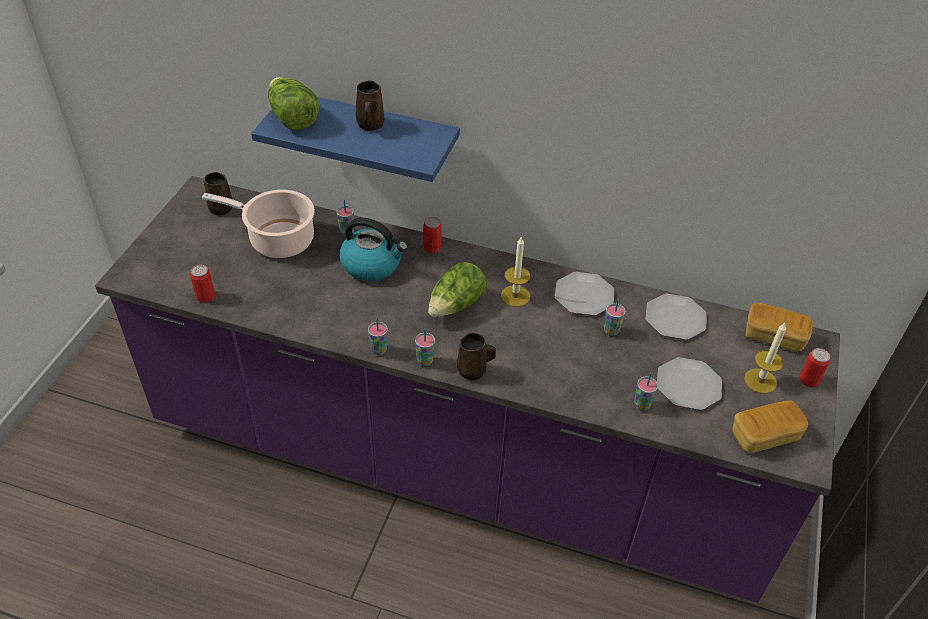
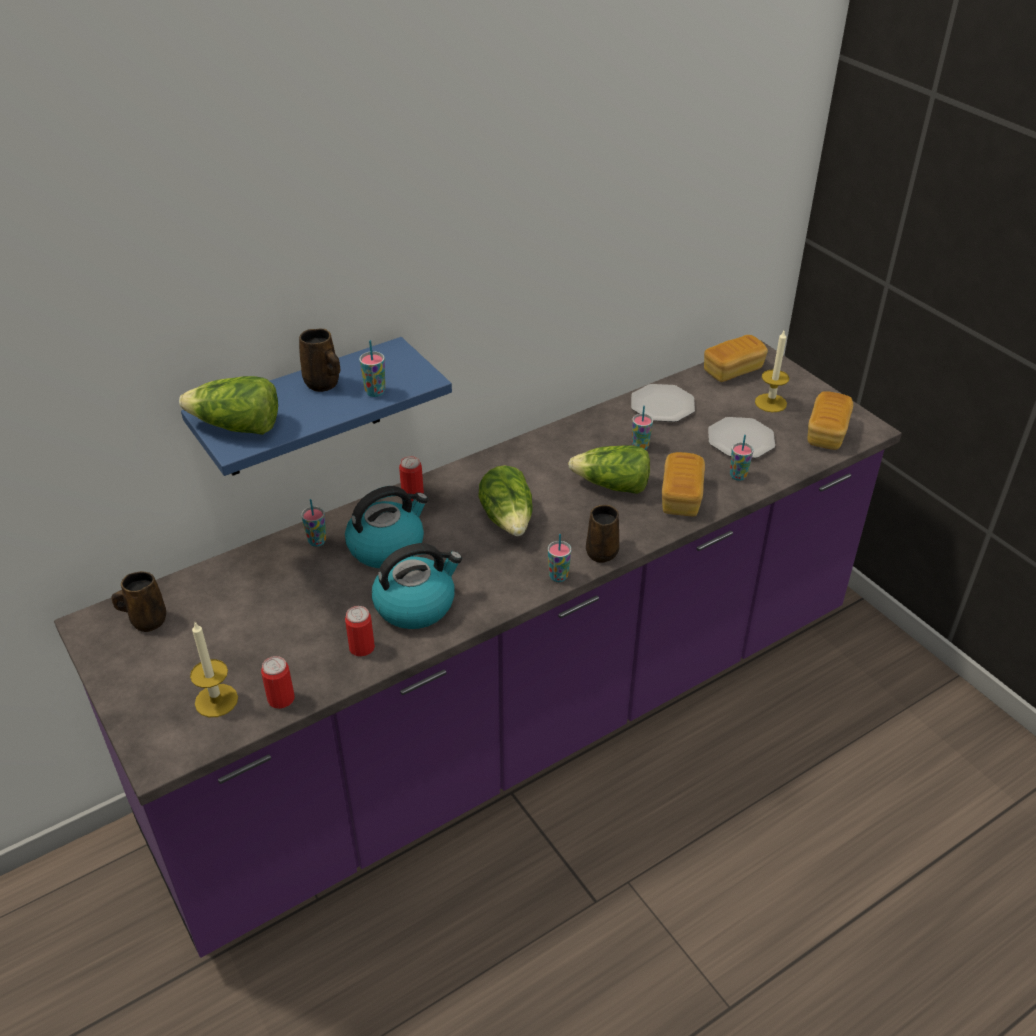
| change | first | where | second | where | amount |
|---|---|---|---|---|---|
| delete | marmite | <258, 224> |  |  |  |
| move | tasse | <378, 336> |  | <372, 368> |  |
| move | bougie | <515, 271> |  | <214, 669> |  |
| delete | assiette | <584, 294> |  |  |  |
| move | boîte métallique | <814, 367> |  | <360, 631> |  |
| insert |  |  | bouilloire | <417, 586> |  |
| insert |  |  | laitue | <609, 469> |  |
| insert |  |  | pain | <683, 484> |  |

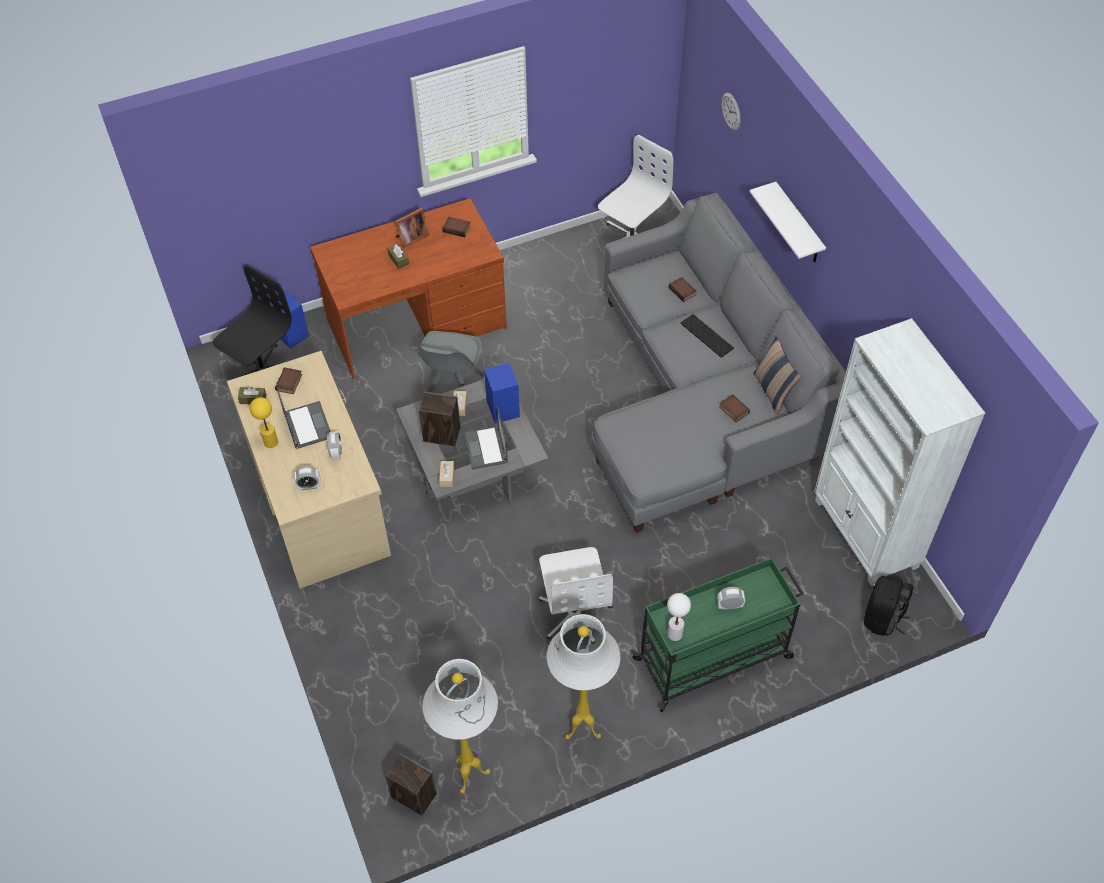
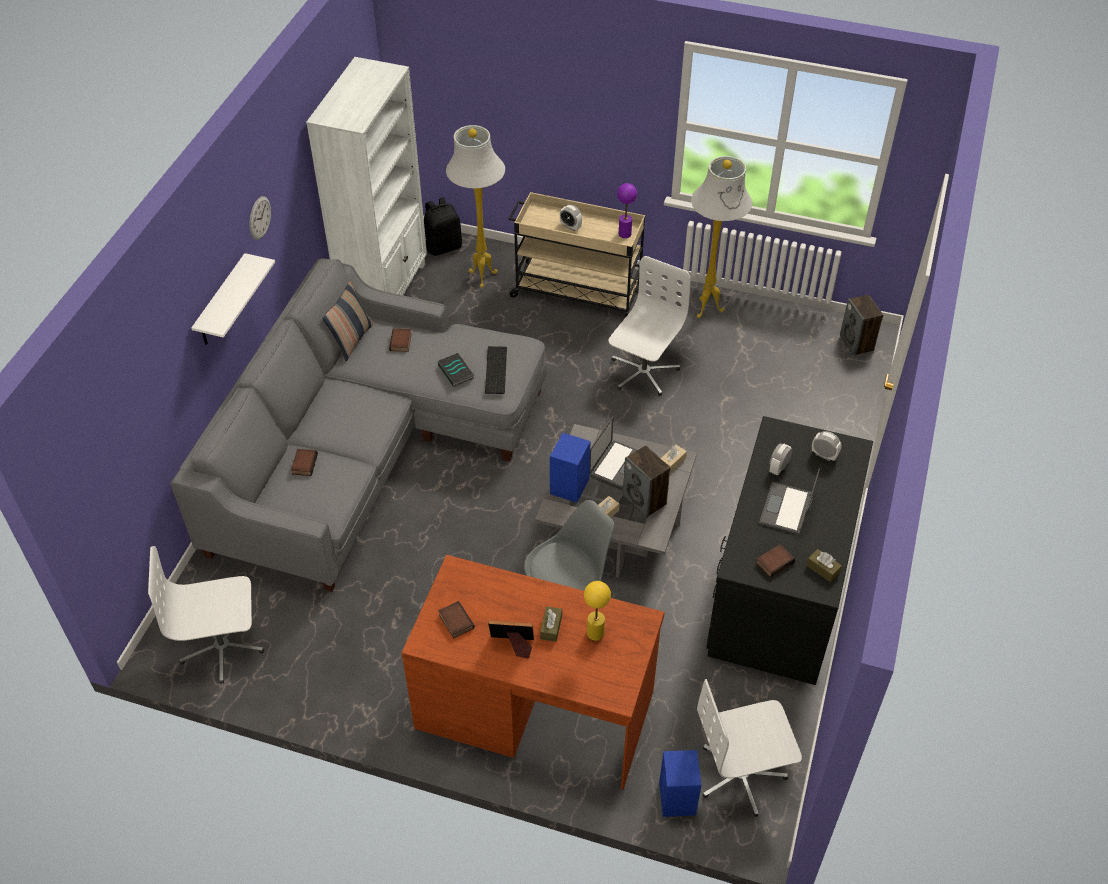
| change | first | where | second | where | amount |
|---|---|---|---|---|---|
| recolor | chaise de bureau/noir | <252, 320> | chaise de bureau/blanc | <749, 748> |  |
| recolor | bureau/beige | <309, 470> | bureau/noir | <789, 550> |  |
| move | lampe de table/jaune | <263, 422> |  | <597, 611> |  |
| move | lampadaire/blanc | <460, 726> |  | <475, 206> |  |
| recolor | chariot/vert | <717, 634> | chariot/beige | <578, 254> |  |
| recolor | lampe de table/blanc | <679, 617> | lampe de table/violet | <627, 210> |  |
| move | clavier | <707, 336> |  | <496, 370> |  |
| move | horloge murale | <731, 111> |  | <260, 218> |  |
| insert |  |  | livre | <456, 370> |  |

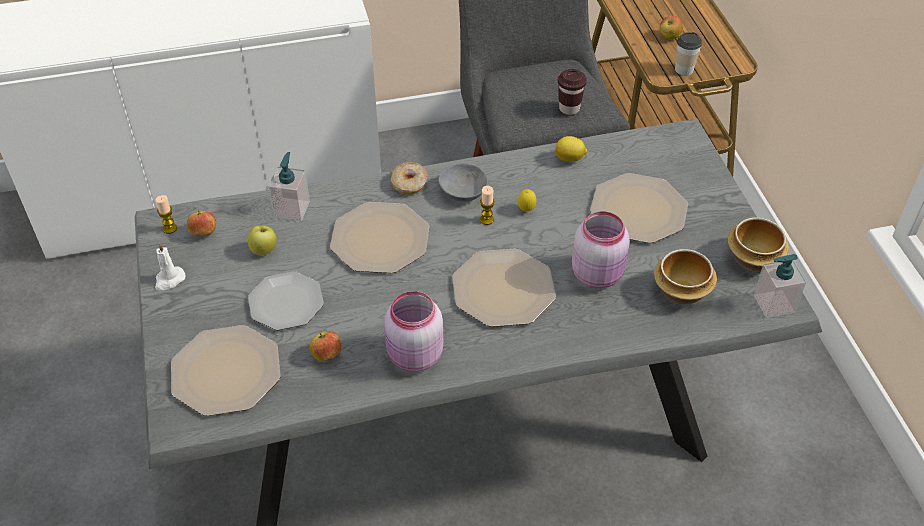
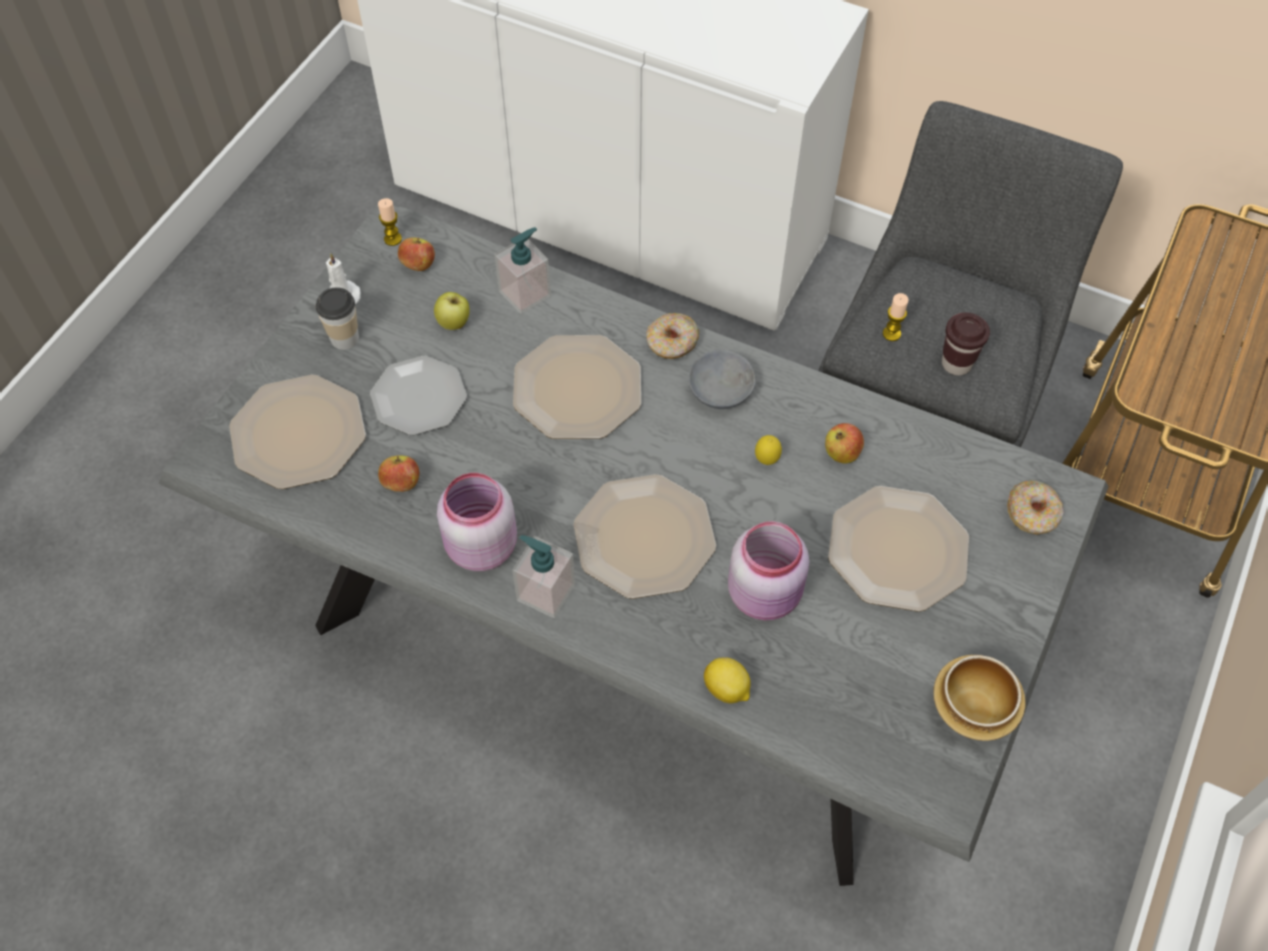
| change | first | where | second | where | amount |
|---|---|---|---|---|---|
| move | bougie | <487, 205> |  | <895, 317> |  |
| move | citron | <571, 149> |  | <727, 680> |  |
| delete | bol | <685, 277> |  |  |  |
| move | pomme | <671, 27> |  | <844, 443> |  |
| move | tasse | <688, 54> |  | <337, 318> |  |
| move | distributeur de savon | <780, 286> |  | <543, 576> |  |
| insert |  |  | beignet | <1035, 507> |  |

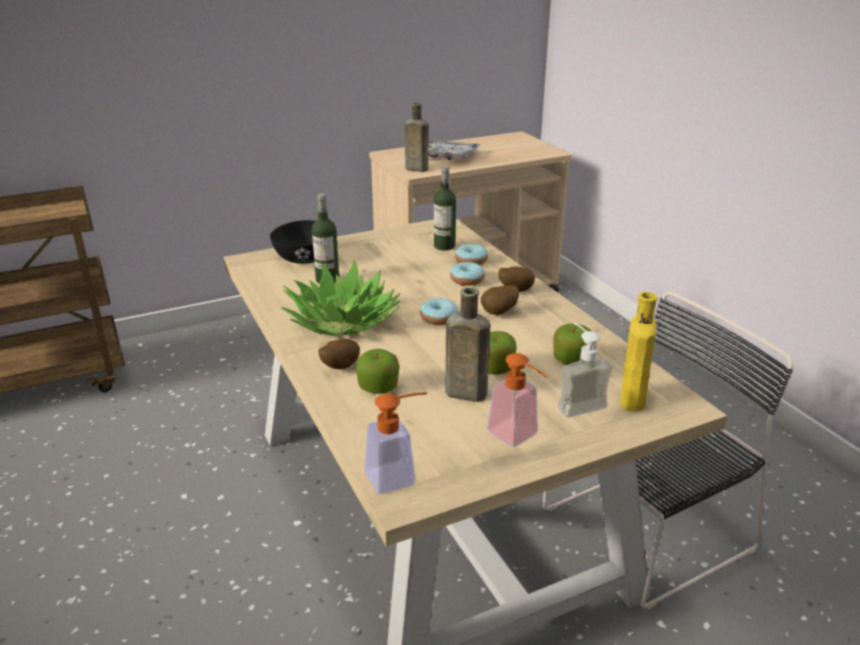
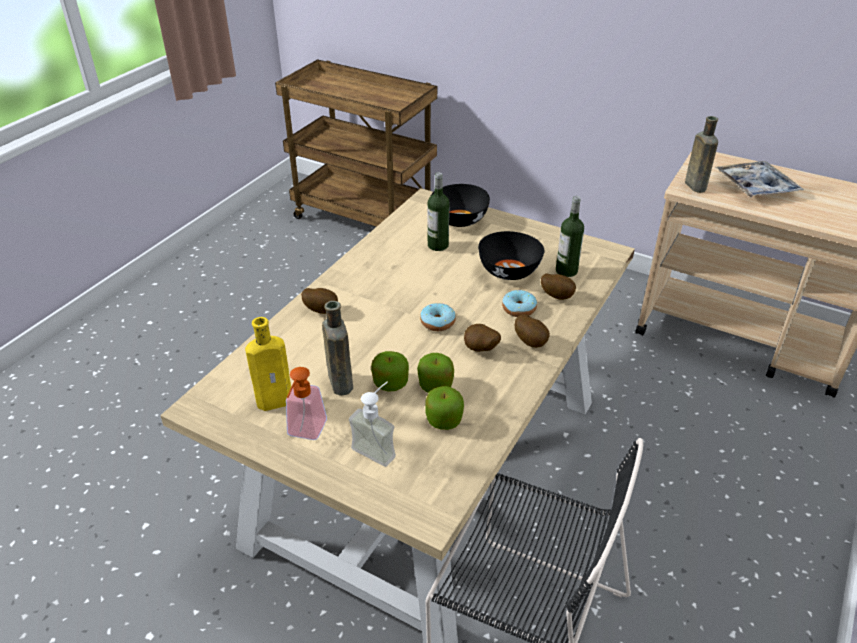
| change | first | where | second | where | amount |
|---|---|---|---|---|---|
| delete | plante en pot | <340, 298> |  |  |  |
| move | pomme | <377, 371> |  | <435, 373> |  |
| delete | distributeur de savon | <396, 443> |  |  |  |
| replace | beignet | <471, 254> | pomme de terre | <558, 286> |  |
| move | bouteille/jaune | <639, 352> |  | <268, 364> |  |
| insert |  |  | bol/noir | <511, 255> |  |

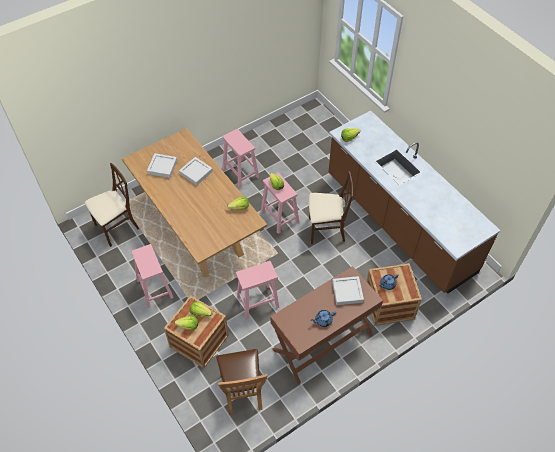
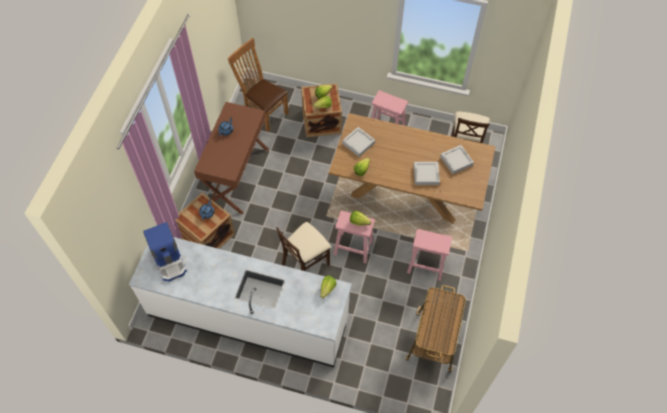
| change | first | where | second | where | amount |
|---|---|---|---|---|---|
| delete | tabouret/rose | <257, 290> |  |  |  |
| recolor | comptoir de cuisine/marron | <414, 202> | comptoir de cuisine/blanc | <240, 302> |  |
| move | plateau/gris | <348, 290> |  | <358, 142> |  |
| insert |  |  | machine à café | <165, 252> |  |
| insert |  |  | chariot | <436, 328> |  |

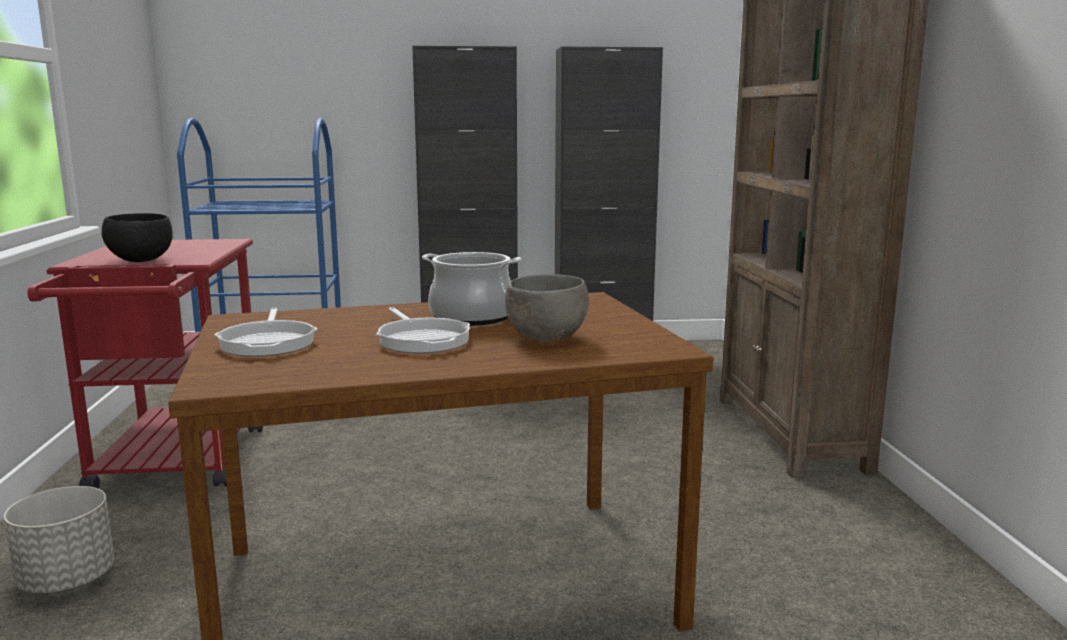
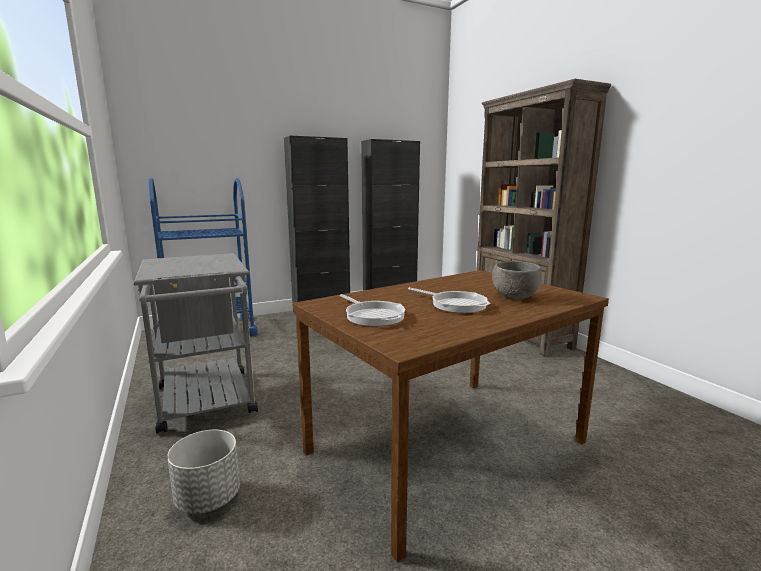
| change | first | where | second | where | amount |
|---|---|---|---|---|---|
| recolor | chariot/rouge | <145, 364> | chariot/gris | <196, 343> |  |
| delete | bol/noir | <137, 237> |  |  |  |
| delete | marmite | <471, 289> |  |  |  |

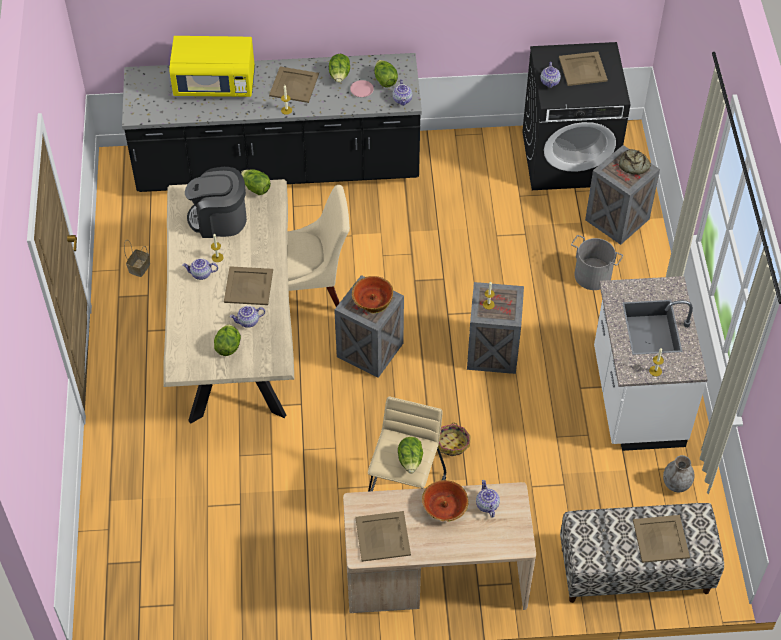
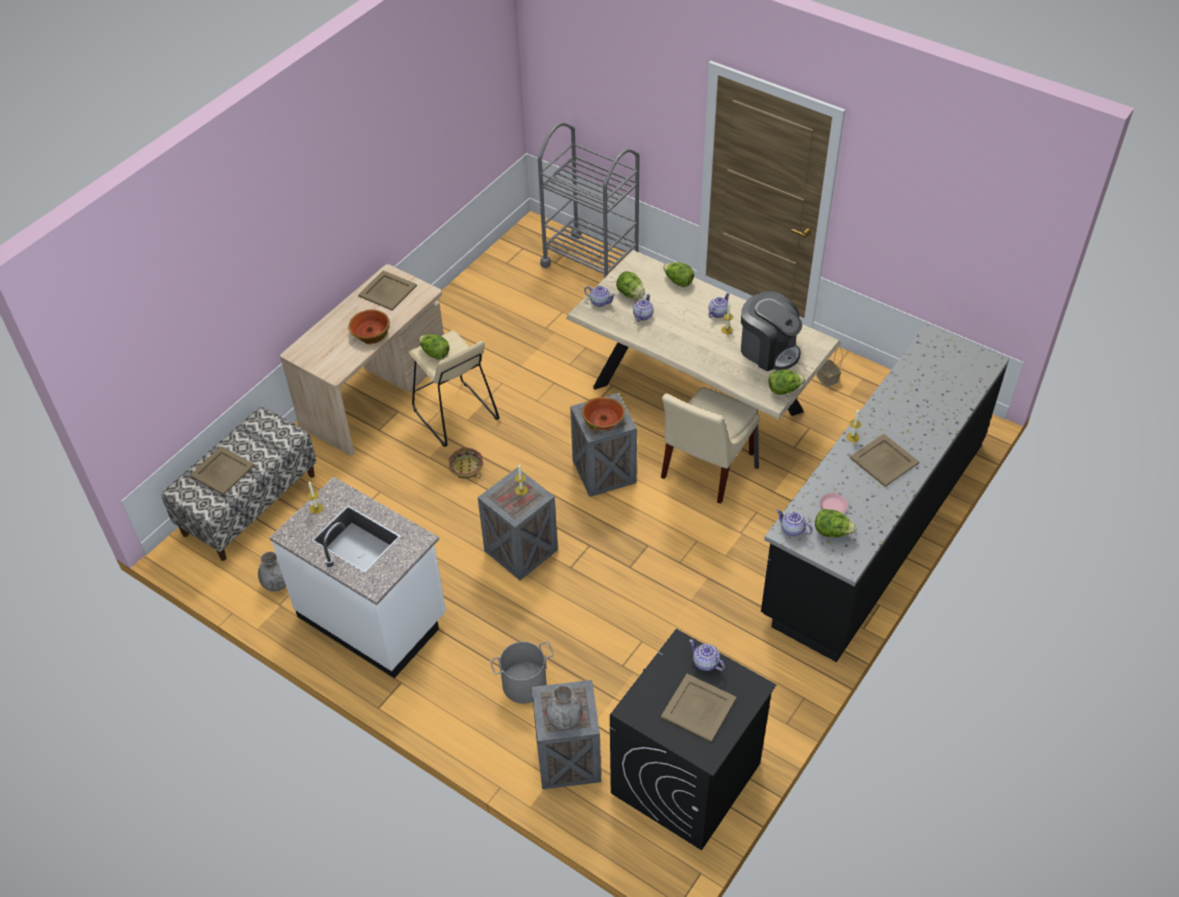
| change | first | where | second | where | amount |
|---|---|---|---|---|---|
| delete | micro-ondes/jaune | <212, 66> |  |  |  |
| rotate | machine à café | <216, 202> |  | <771, 331> | 90 degrees clockwise |
| delete | plateau/beige | <248, 285> |  |  |  |
| move | laitue | <339, 68> |  | <678, 274> |  |
| move | théière | <488, 499> |  | <600, 296> |  |
| replace | pain | <635, 162> | vase/gris | <564, 707> |  |
| insert |  |  | chariot/gris | <589, 200> |  |

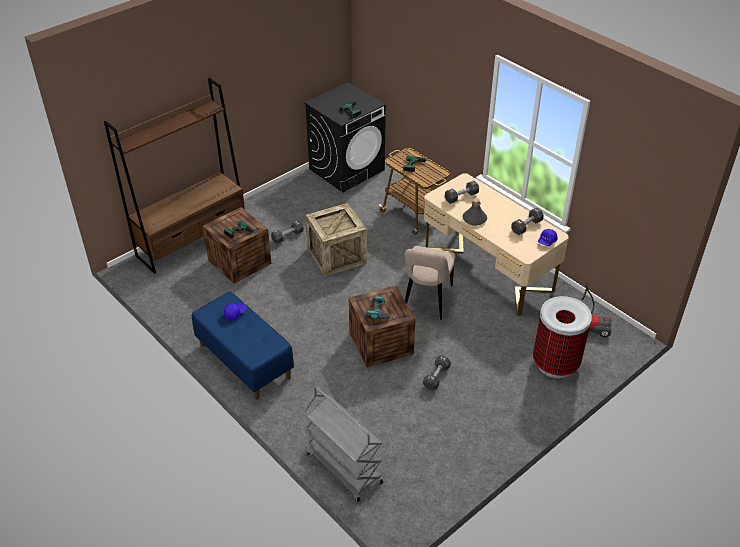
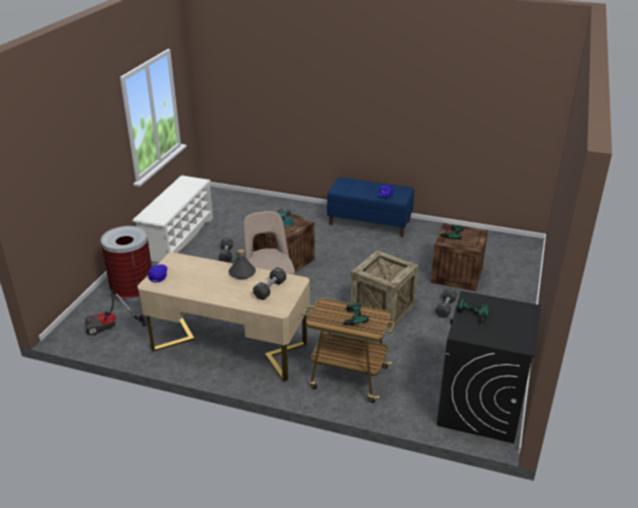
| change | first | where | second | where | amount |
|---|---|---|---|---|---|
| delete | bibliothèque/marron | <174, 176> |  |  |  |
| delete | chariot/gris | <343, 444> |  |  |  |
| delete | haltère/noir | <527, 221> |  |  |  |
| insert |  |  | étagère à chaussures/blanc | <172, 218> |  |

